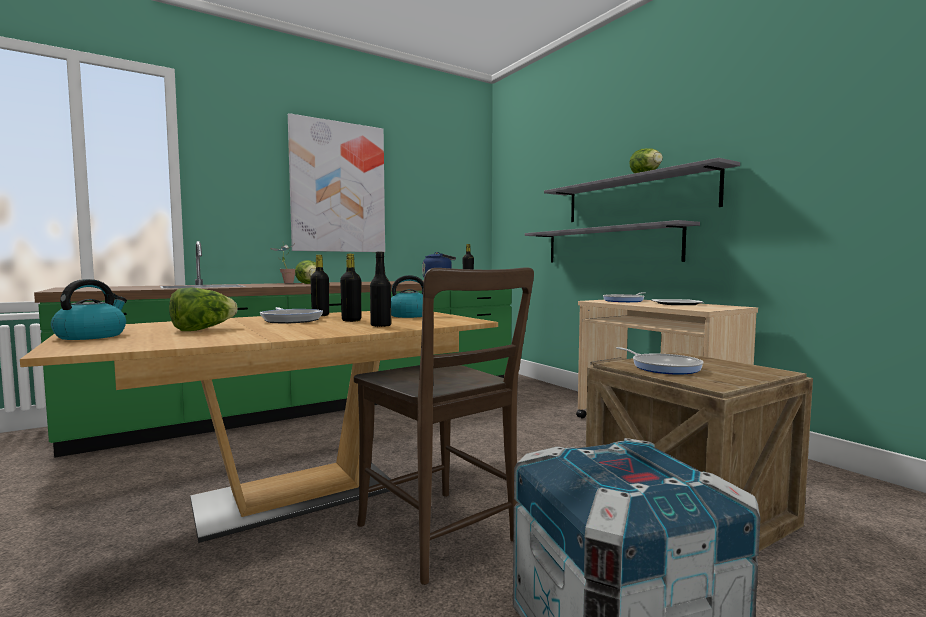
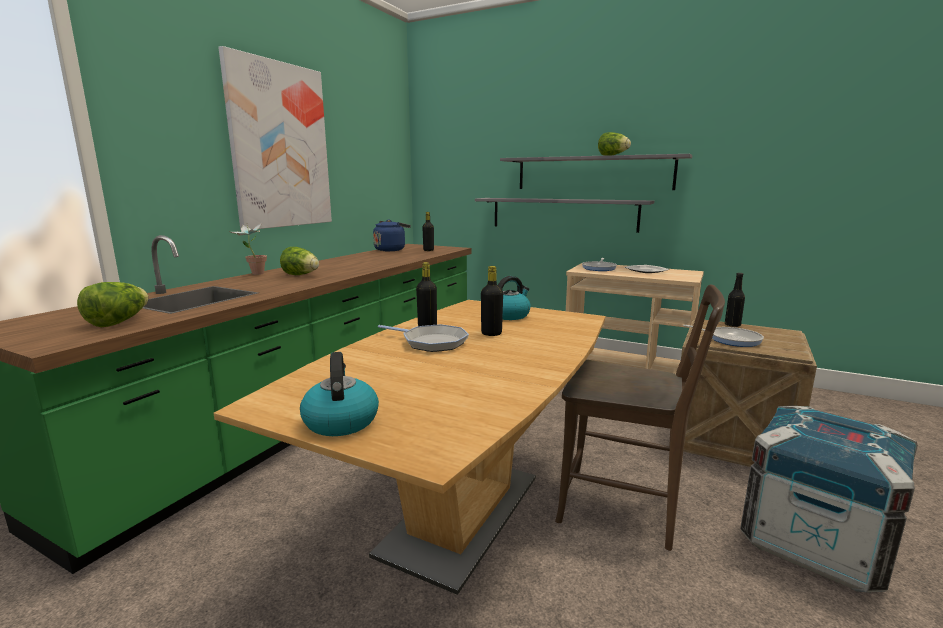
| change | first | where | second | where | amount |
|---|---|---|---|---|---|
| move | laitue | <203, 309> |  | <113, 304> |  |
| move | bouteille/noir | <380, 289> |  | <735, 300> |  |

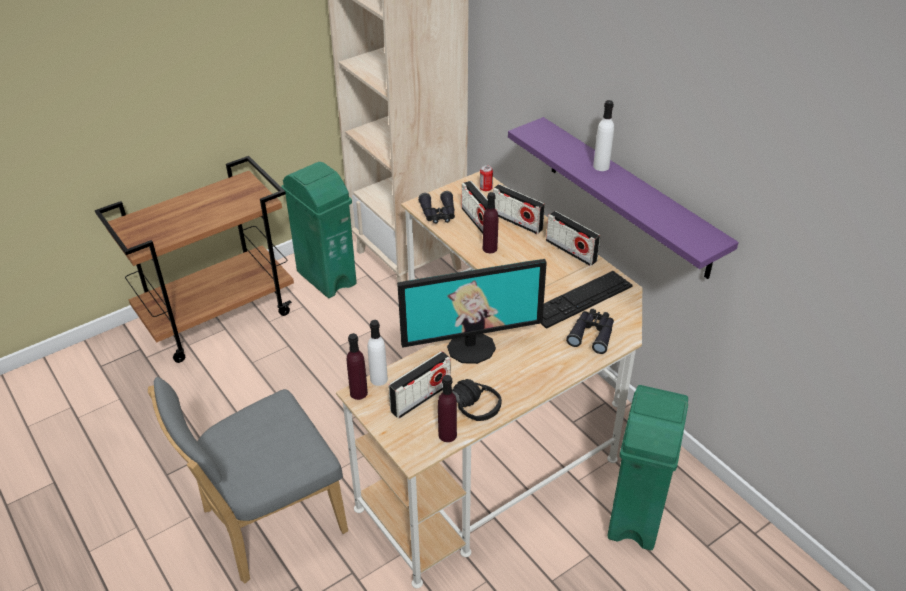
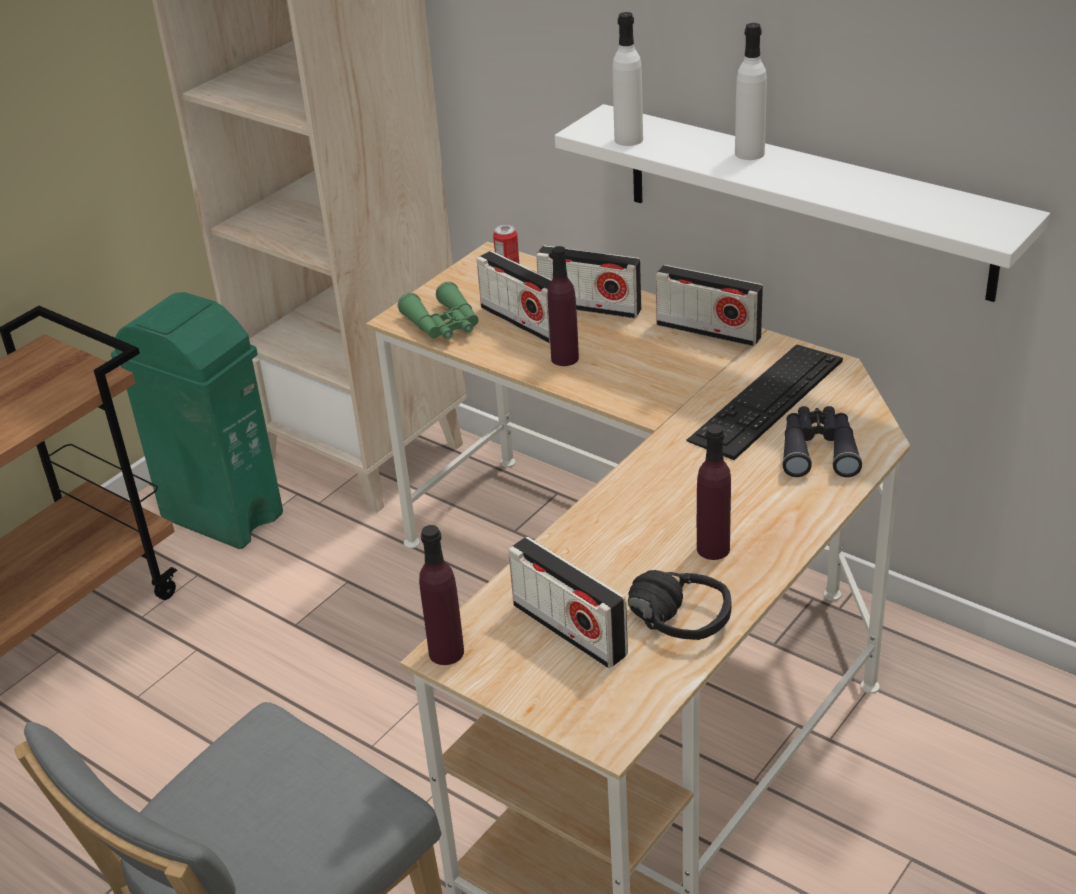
| change | first | where | second | where | amount |
|---|---|---|---|---|---|
| move | bouteille/blanc | <378, 353> |  | <628, 79> |  |
| rotate | radio | <420, 385> |  | <568, 603> | 105 degrees clockwise |
| delete | écran d'ordinateur | <472, 311> |  |  |  |
| recolor | jumelles/noir | <436, 207> | jumelles/vert | <438, 310> |  |
| move | bouteille/violet | <447, 408> |  | <714, 492> |  |
| recolor | étagère/violet | <623, 198> | étagère/blanc | <802, 203> |  |
| delete | poubelle/vert | <647, 468> |  |  |  |

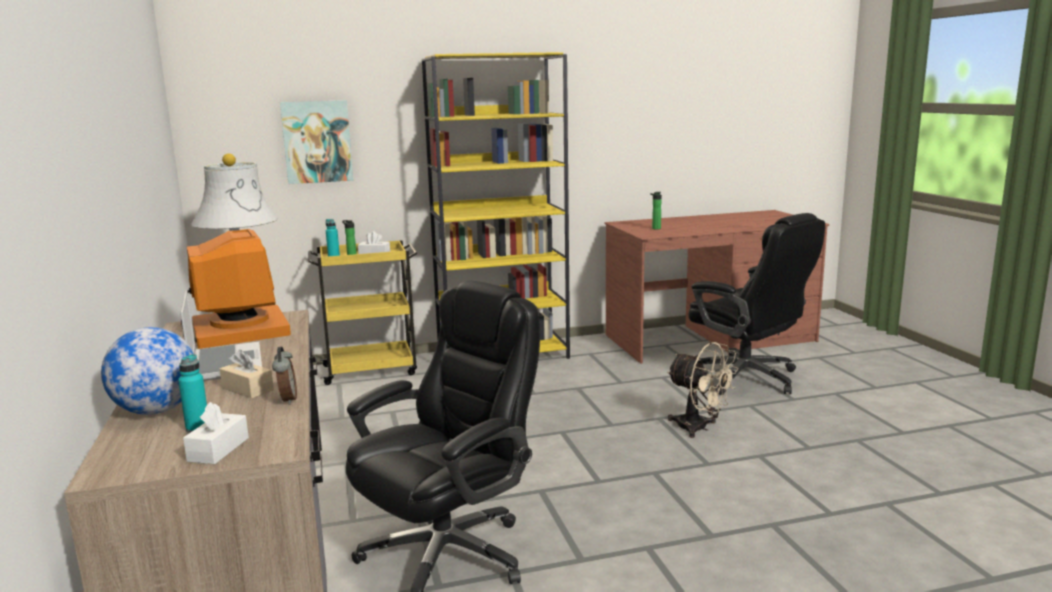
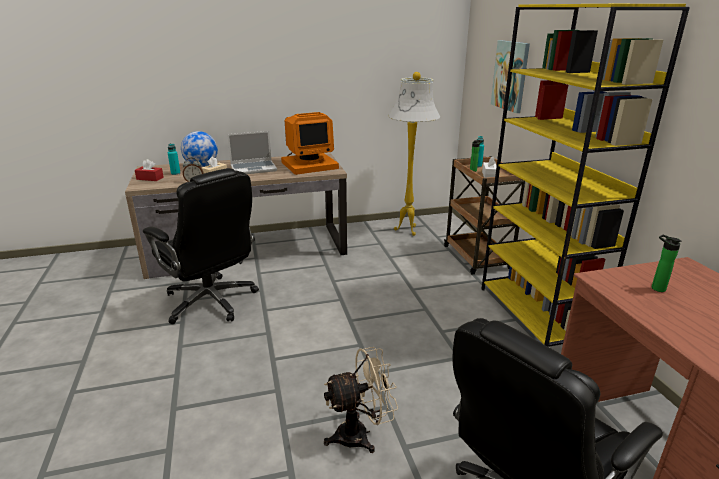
| change | first | where | second | where | amount |
|---|---|---|---|---|---|
| recolor | boîte à mouchoirs/blanc | <216, 433> | boîte à mouchoirs/rouge | <149, 170> |  |
| recolor | chariot/jaune | <363, 312> | chariot/marron | <484, 215> |  |
| rotate | ventilateur/beige | <703, 390> |  | <361, 400> | 150 degrees counterclockwise |

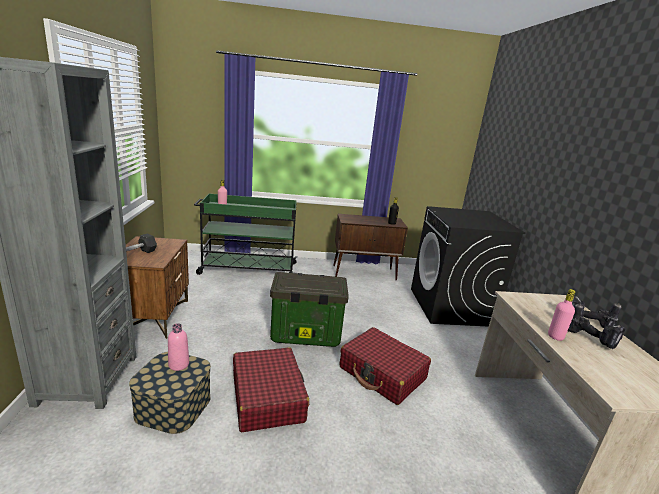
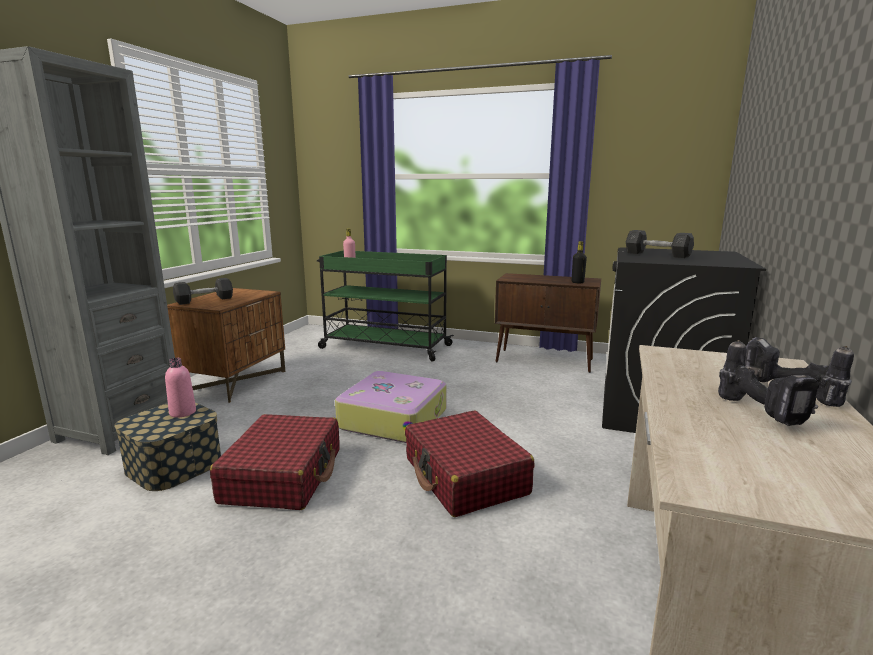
| change | first | where | second | where | amount |
|---|---|---|---|---|---|
| replace | boîte de rangement | <309, 309> | valise | <391, 407> |  |
| delete | bouteille/rose | <561, 315> |  |  |  |
| insert |  |  | haltère/gris | <660, 244> |  |

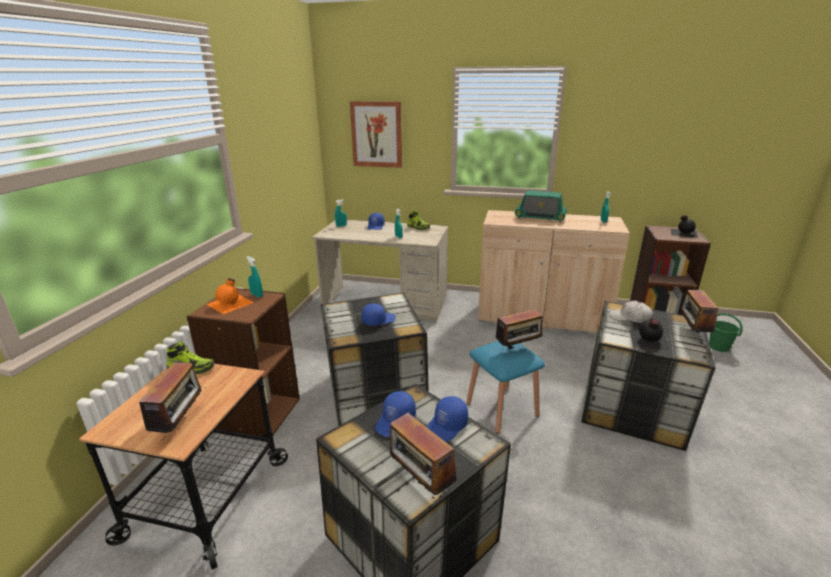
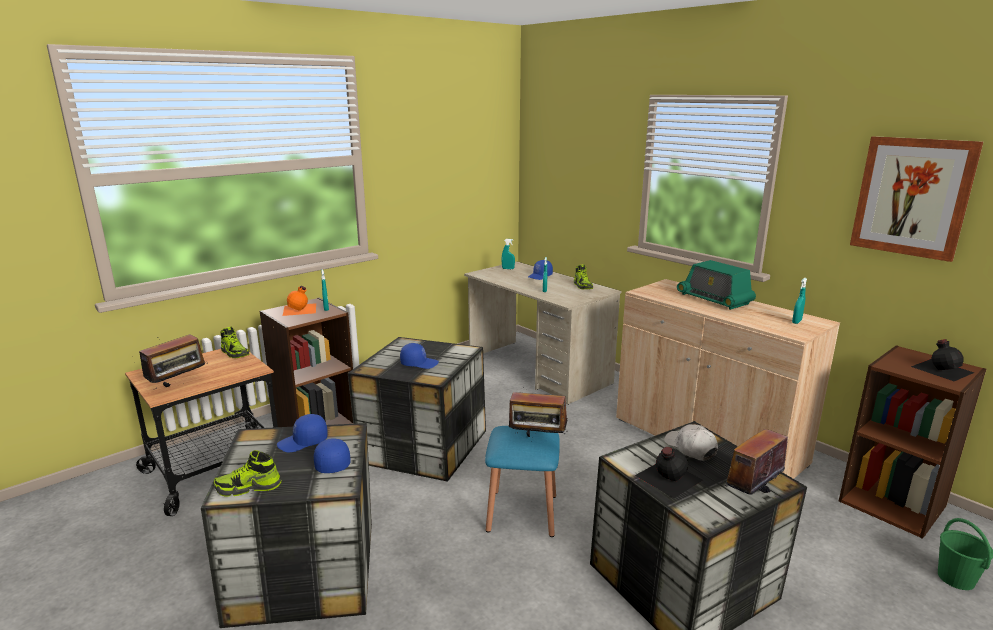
| change | first | where | second | where | amount |
|---|---|---|---|---|---|
| move | tableau | <376, 134> |  | <916, 199> |  |
| replace | radio | <421, 456> | chaussure | <247, 473> |  |
| rotate | casquette/bleu | <447, 419> |  | <332, 455> | 90 degrees clockwise |

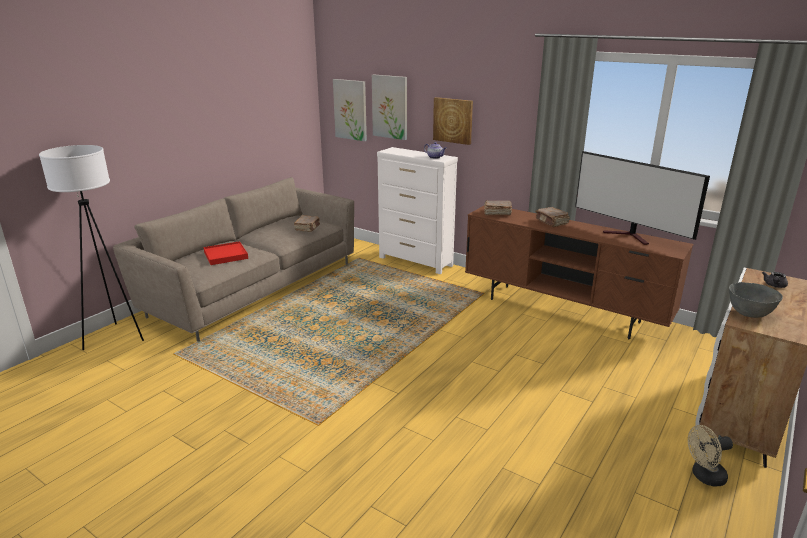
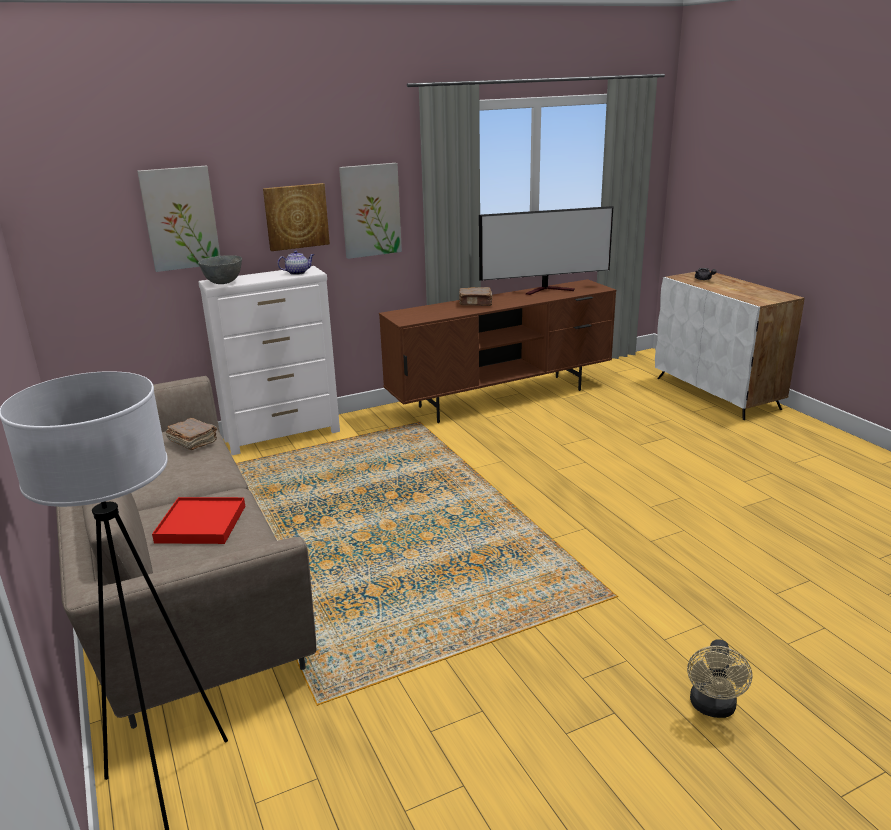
| change | first | where | second | where | amount |
|---|---|---|---|---|---|
| move | tableau | <350, 110> |  | <370, 211> |  |
| delete | livre/marron | <498, 207> |  |  |  |
| move | ventilateur/beige | <710, 456> |  | <720, 678> |  |
| move | bol/gris | <756, 300> |  | <220, 269> |  |

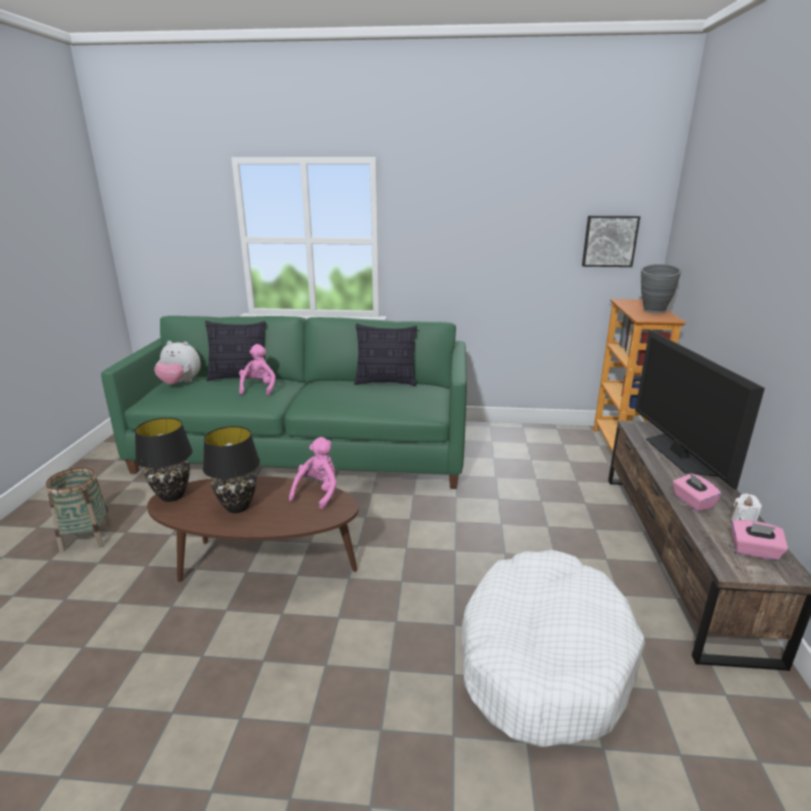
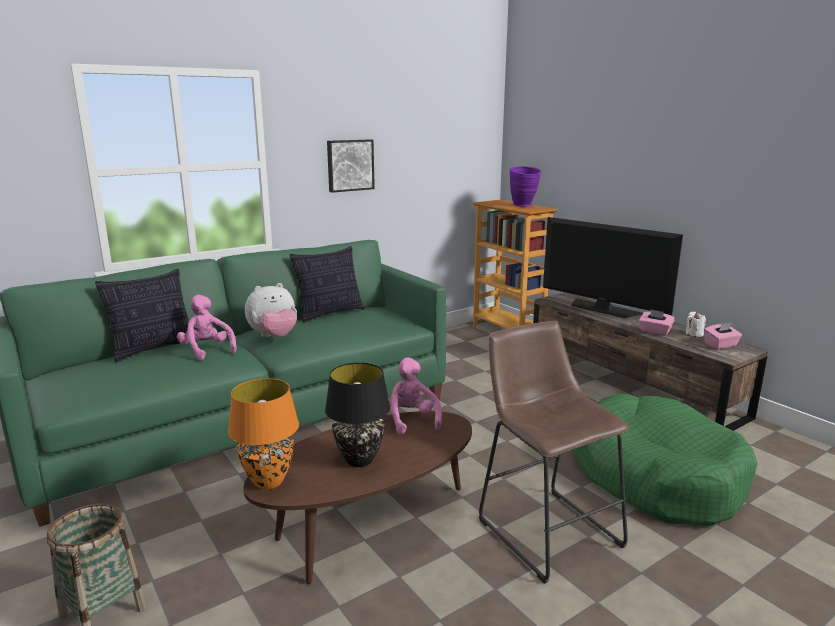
| change | first | where | second | where | amount |
|---|---|---|---|---|---|
| recolor | lampe de table/noir | <164, 460> | lampe de table/orange | <263, 434> |  |
| move | peluche | <177, 363> |  | <271, 310> |  |
| recolor | panier pour chien/blanc | <553, 648> | panier pour chien/vert | <665, 459> |  |
| move | tableau | <611, 241> |  | <351, 166> |  |
| recolor | vase/gris | <661, 288> | vase/violet | <525, 186> |  |
| insert |  |  | tabouret/marron | <554, 452> |  |

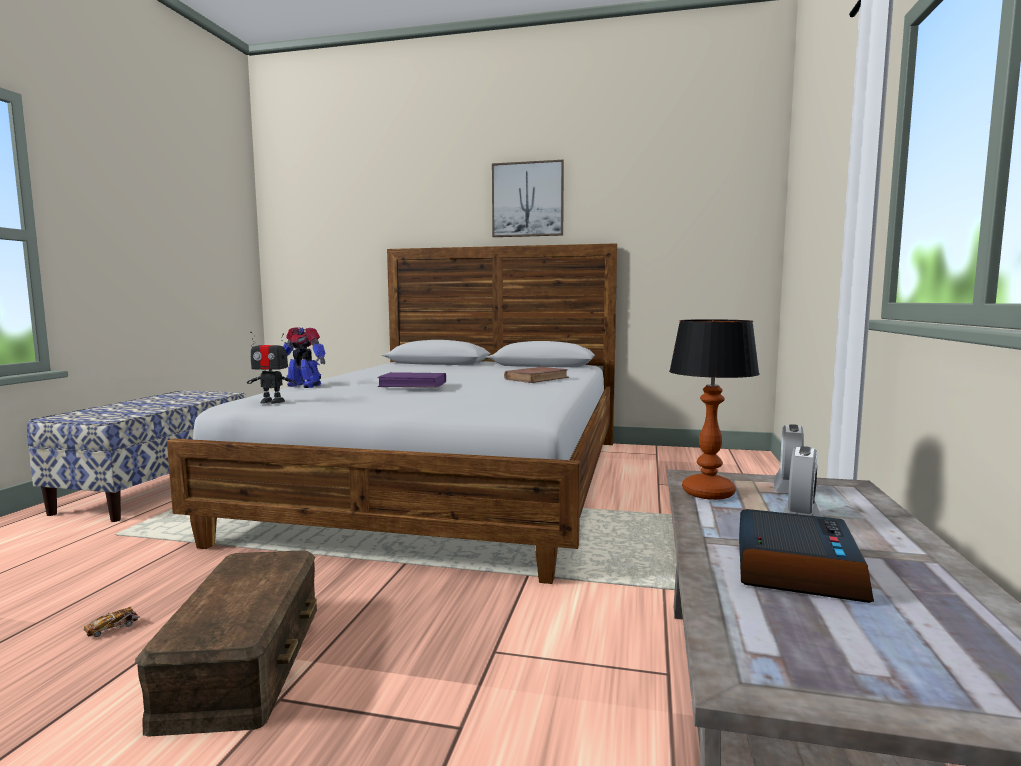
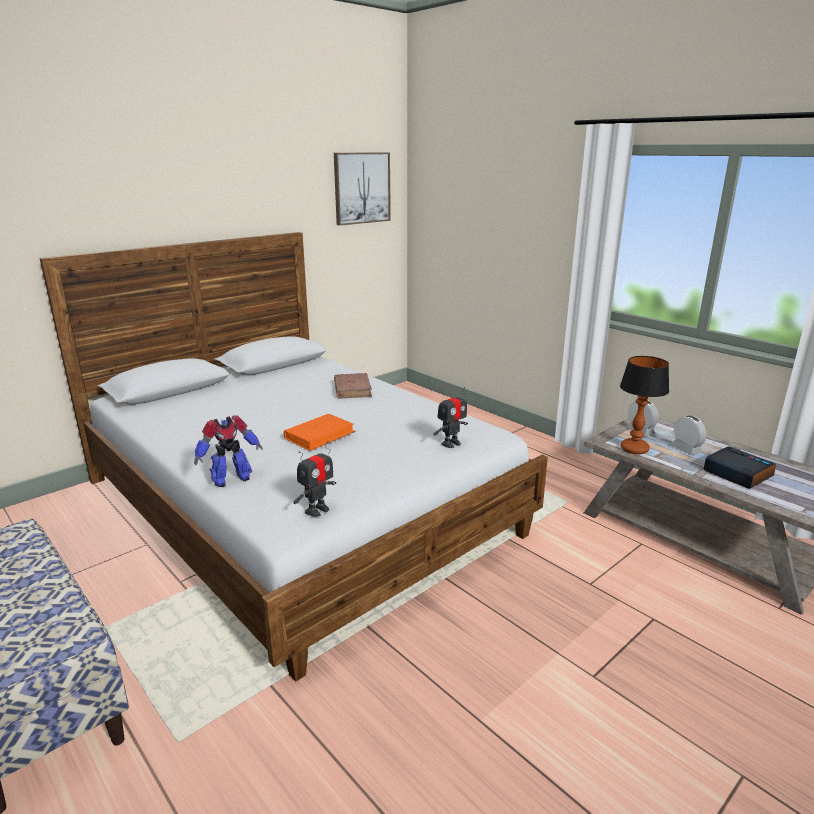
| change | first | where | second | where | amount |
|---|---|---|---|---|---|
| delete | petite voiture | <112, 622> |  |  |  |
| delete | boîte de rangement/marron | <226, 643> |  |  |  |
| recolor | livre/violet | <411, 379> | livre/orange | <319, 432> |  |
| move | tableau | <528, 198> |  | <362, 189> |  |
| insert |  |  | robot jouet | <451, 417> |  |

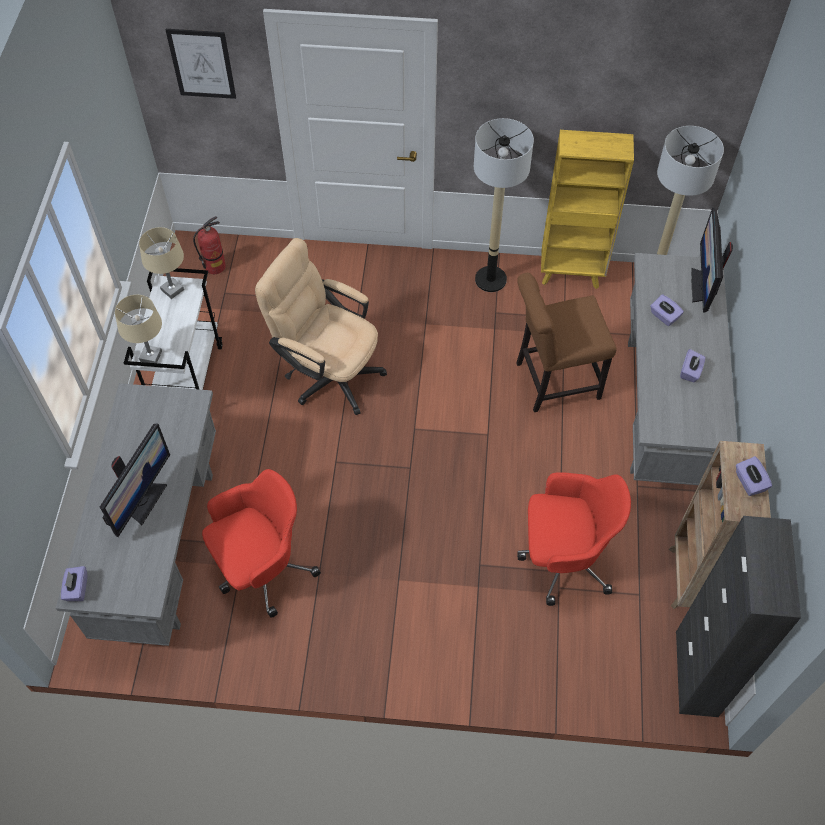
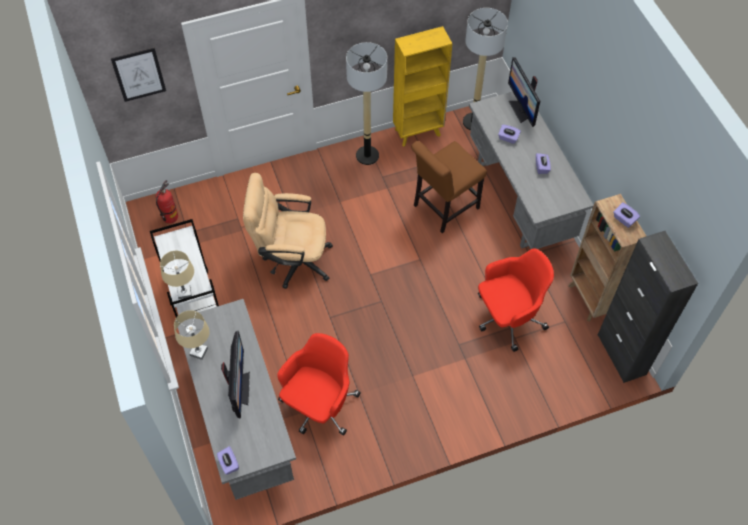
| change | first | where | second | where | amount |
|---|---|---|---|---|---|
| move | lampe de table/beige | <161, 263> |  | <191, 335> |  |

